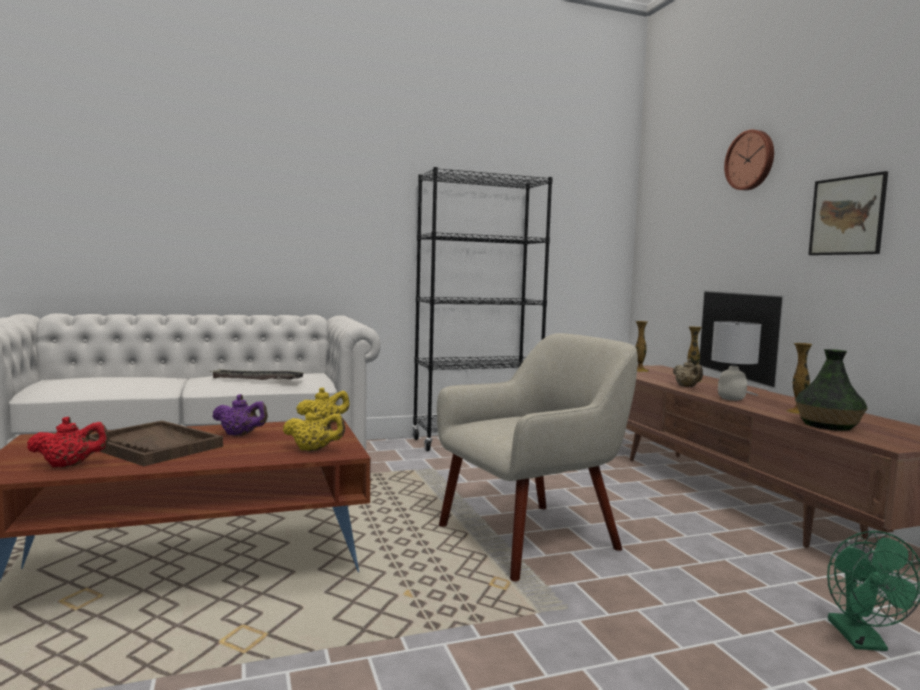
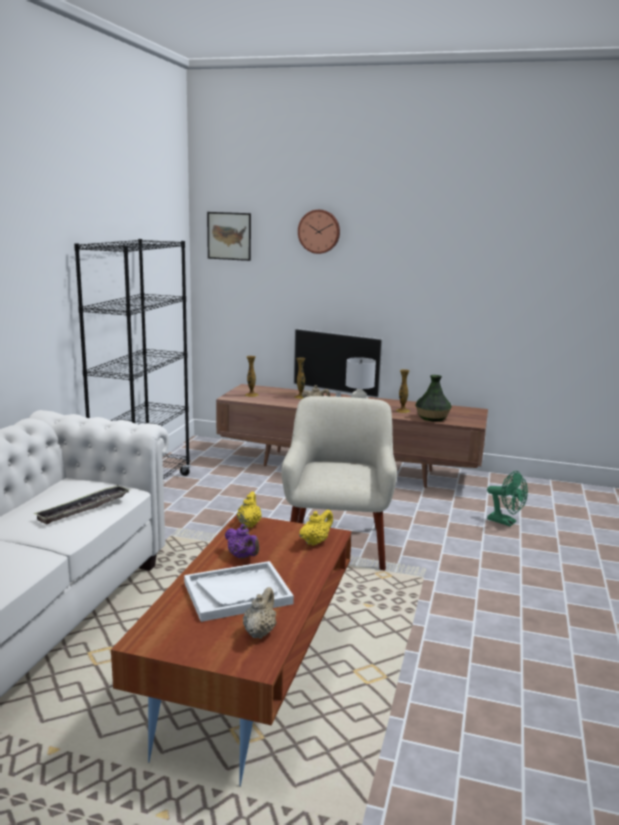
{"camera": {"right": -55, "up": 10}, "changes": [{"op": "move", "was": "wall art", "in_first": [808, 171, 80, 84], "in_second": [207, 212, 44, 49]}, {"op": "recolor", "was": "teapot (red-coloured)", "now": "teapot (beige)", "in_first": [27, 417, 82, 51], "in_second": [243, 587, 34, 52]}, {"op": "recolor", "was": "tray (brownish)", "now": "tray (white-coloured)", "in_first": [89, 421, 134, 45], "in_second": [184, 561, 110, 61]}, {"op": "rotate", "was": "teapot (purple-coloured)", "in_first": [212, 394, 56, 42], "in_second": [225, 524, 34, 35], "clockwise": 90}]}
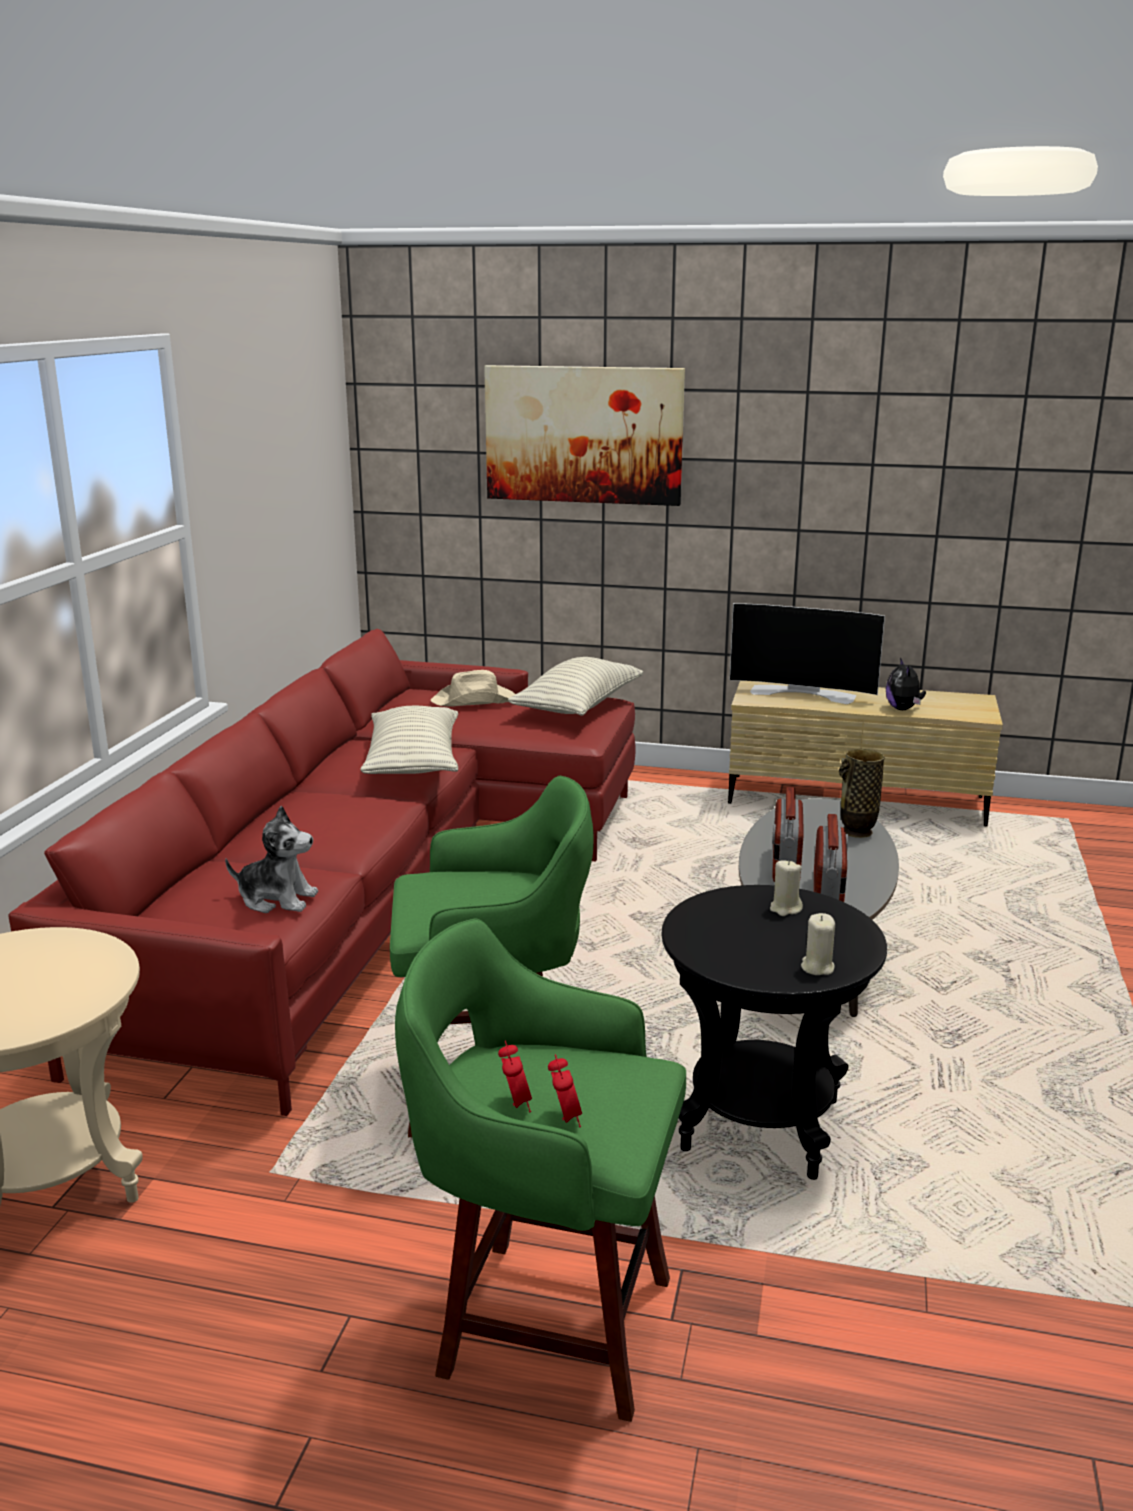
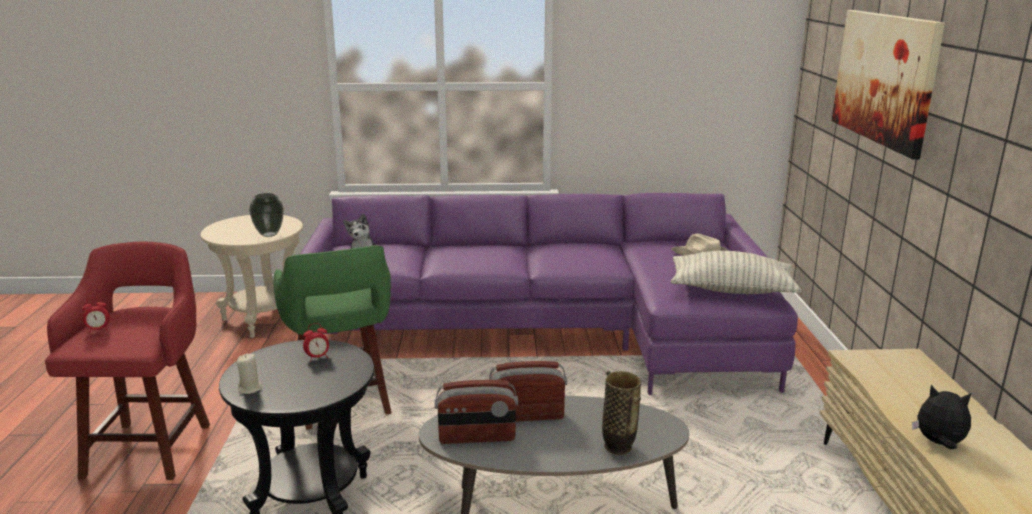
{"camera": {"right": 75, "up": 0}, "changes": [{"op": "delete", "was": "cushion", "in_first": [360, 706, 98, 68]}, {"op": "delete", "was": "television", "in_first": [729, 603, 156, 101]}, {"op": "delete", "was": "candle (beige)", "in_first": [770, 860, 33, 56]}, {"op": "insert", "now": "flower vase", "in_second": [249, 193, 35, 44]}, {"op": "move", "was": "bedside clock", "in_first": [498, 1041, 34, 71], "in_second": [303, 323, 26, 39]}, {"op": "recolor", "was": "settee (red-coloured)", "now": "settee (purple-coloured)", "in_first": [8, 629, 628, 487], "in_second": [300, 193, 498, 202]}, {"op": "recolor", "was": "sitting stool (green)", "now": "sitting stool (red-coloured)", "in_first": [395, 918, 291, 504], "in_second": [45, 242, 165, 238]}, {"op": "rotate", "was": "cuddly toy", "in_first": [886, 658, 40, 52], "in_second": [912, 385, 59, 64], "clockwise": 45}]}
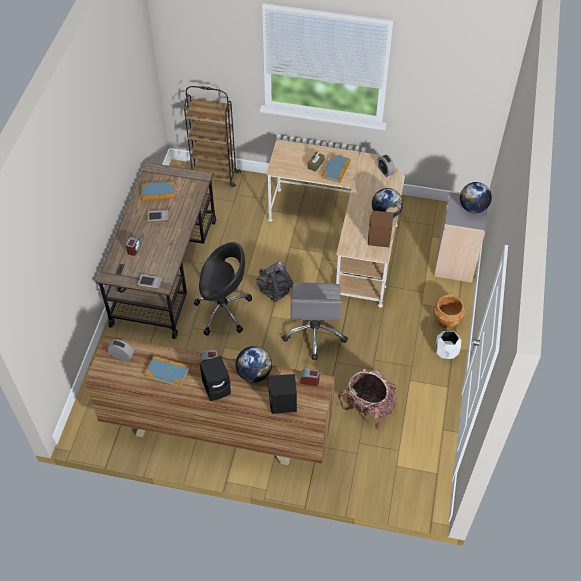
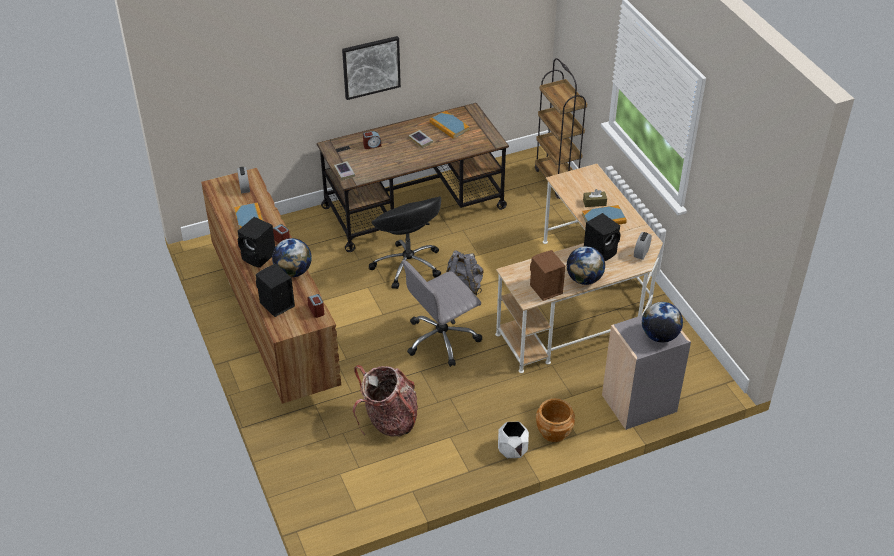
{"camera": {"right": 55, "up": -10}, "changes": [{"op": "insert", "now": "wall art", "in_second": [342, 36, 59, 64]}, {"op": "insert", "now": "audio speaker (black-coloured)", "in_second": [584, 213, 37, 48]}]}
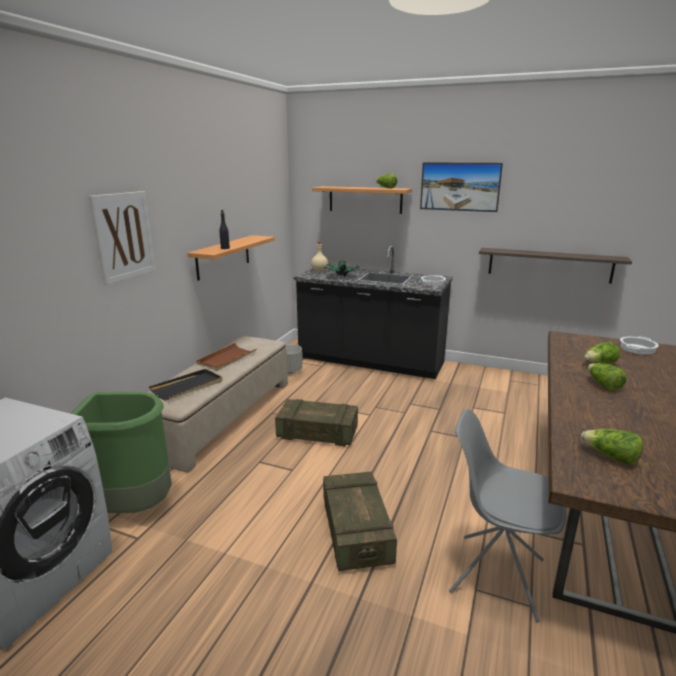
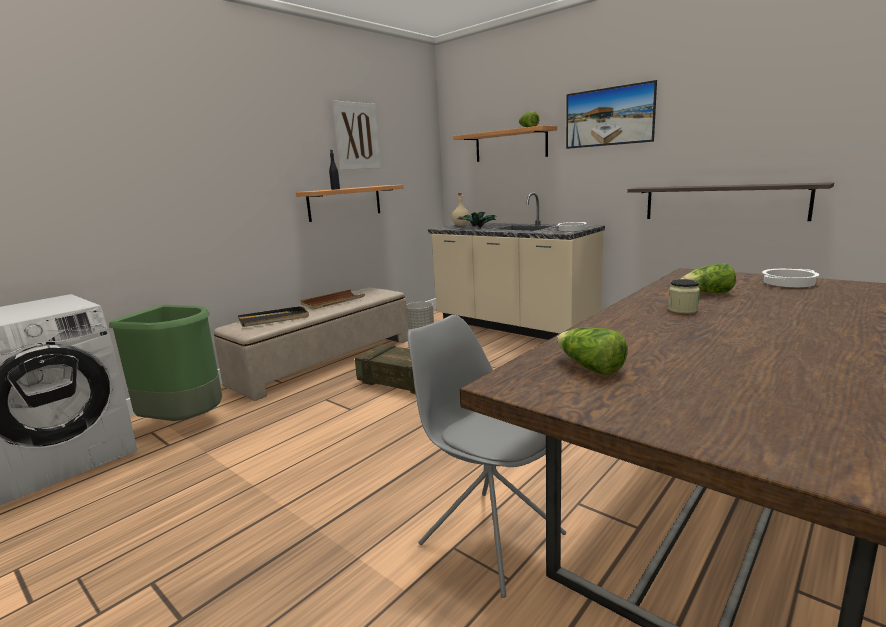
{"camera": {"right": 20, "up": -5}, "changes": [{"op": "delete", "was": "shipping crate", "in_first": [323, 471, 74, 100]}, {"op": "move", "was": "wall art", "in_first": [89, 191, 67, 94], "in_second": [332, 101, 49, 69]}, {"op": "replace", "was": "lettuce", "now": "storage jar", "in_first": [588, 363, 39, 28], "in_second": [668, 279, 32, 35]}, {"op": "recolor", "was": "kitchen counter (black-coloured)", "now": "kitchen counter (beige)", "in_first": [294, 246, 158, 133], "in_second": [428, 193, 177, 147]}]}
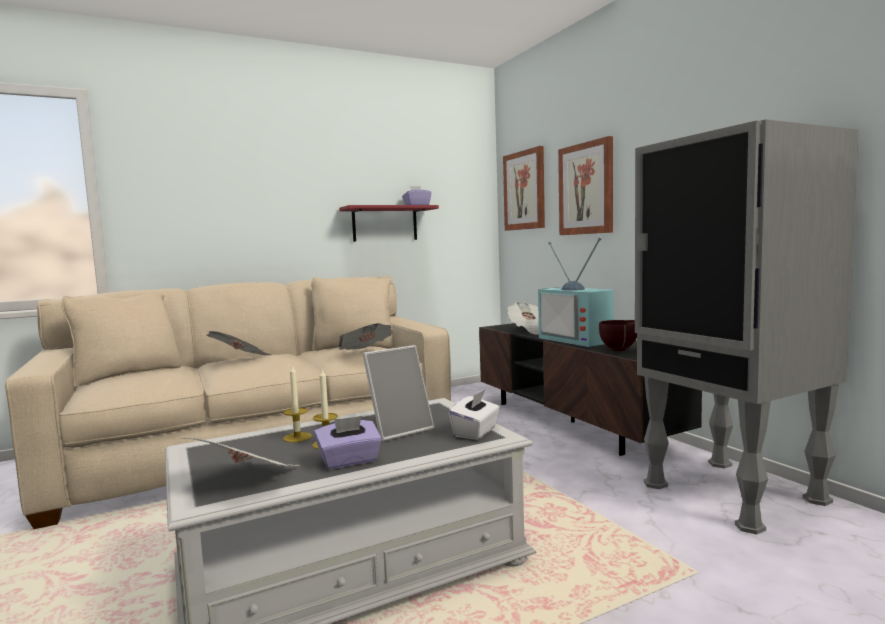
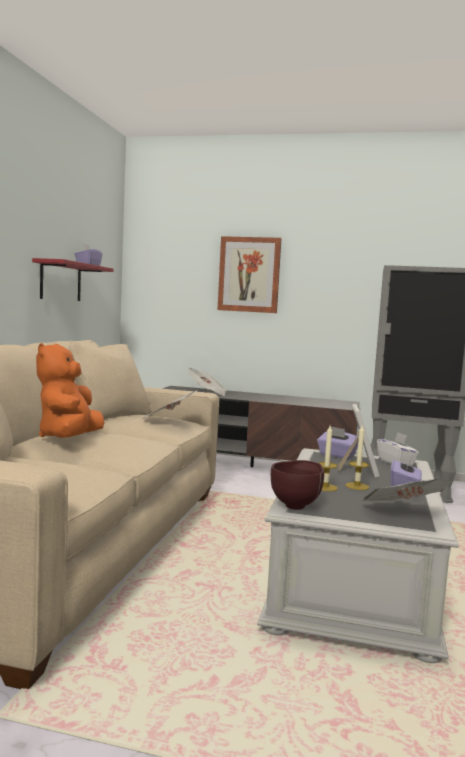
{"camera": {"right": -50, "up": 0}, "changes": [{"op": "delete", "was": "wall art", "in_first": [503, 146, 42, 85]}, {"op": "delete", "was": "television", "in_first": [538, 237, 76, 110]}, {"op": "insert", "now": "tissue holder (purple-coloured)", "in_second": [317, 427, 41, 32]}, {"op": "move", "was": "bowl (brownish)", "in_first": [599, 320, 38, 31], "in_second": [271, 460, 53, 50]}, {"op": "replace", "was": "newspaper", "now": "cuddly toy (orange-coloured)", "in_first": [207, 331, 65, 24], "in_second": [36, 343, 69, 95]}]}
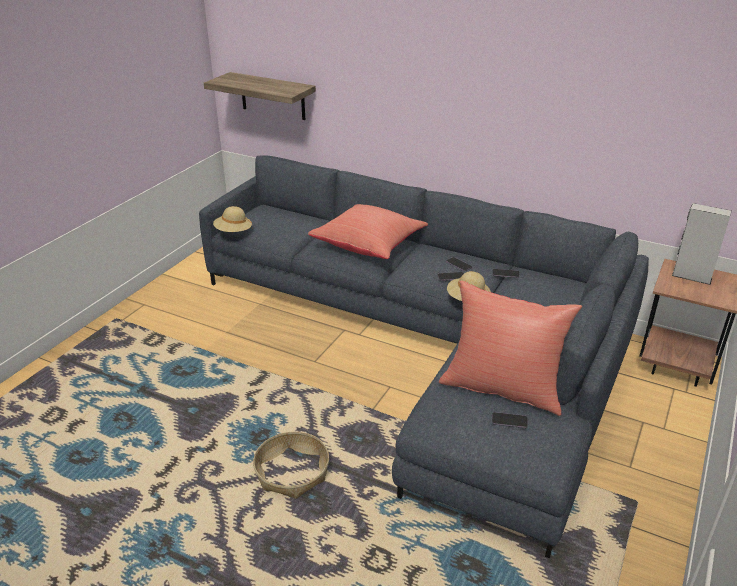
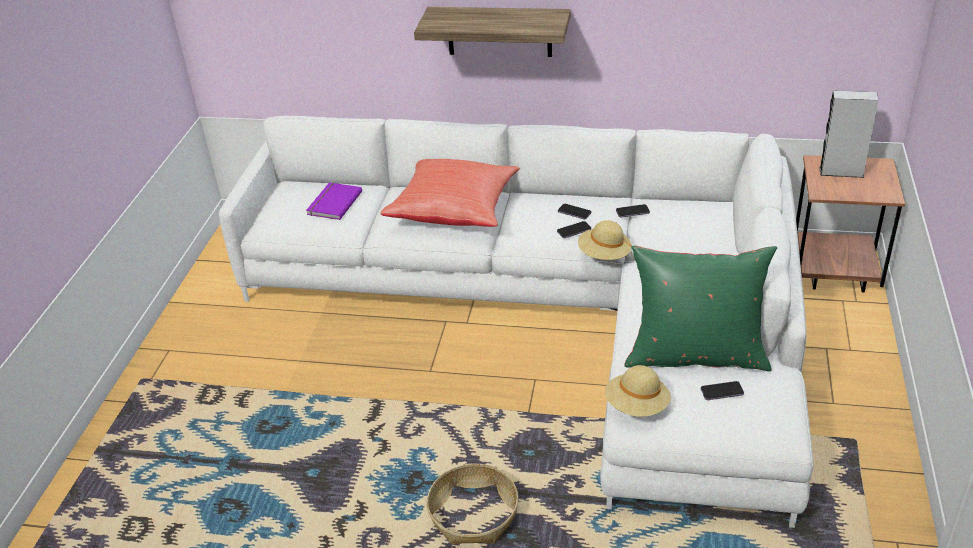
{"camera": {"right": -15, "up": 5}, "changes": [{"op": "insert", "now": "bound book (purple-coloured)", "in_second": [306, 183, 56, 37]}, {"op": "move", "was": "bracket shelf", "in_first": [204, 72, 112, 48], "in_second": [414, 7, 157, 50]}, {"op": "move", "was": "clothing hat (beige)", "in_first": [213, 206, 40, 26], "in_second": [604, 365, 67, 52]}, {"op": "recolor", "was": "settee (blue)", "now": "settee (white-coloured)", "in_first": [199, 155, 450, 404], "in_second": [219, 116, 595, 412]}, {"op": "recolor", "was": "cushion (red-coloured)", "now": "cushion (green)", "in_first": [439, 280, 143, 136], "in_second": [624, 245, 153, 127]}]}
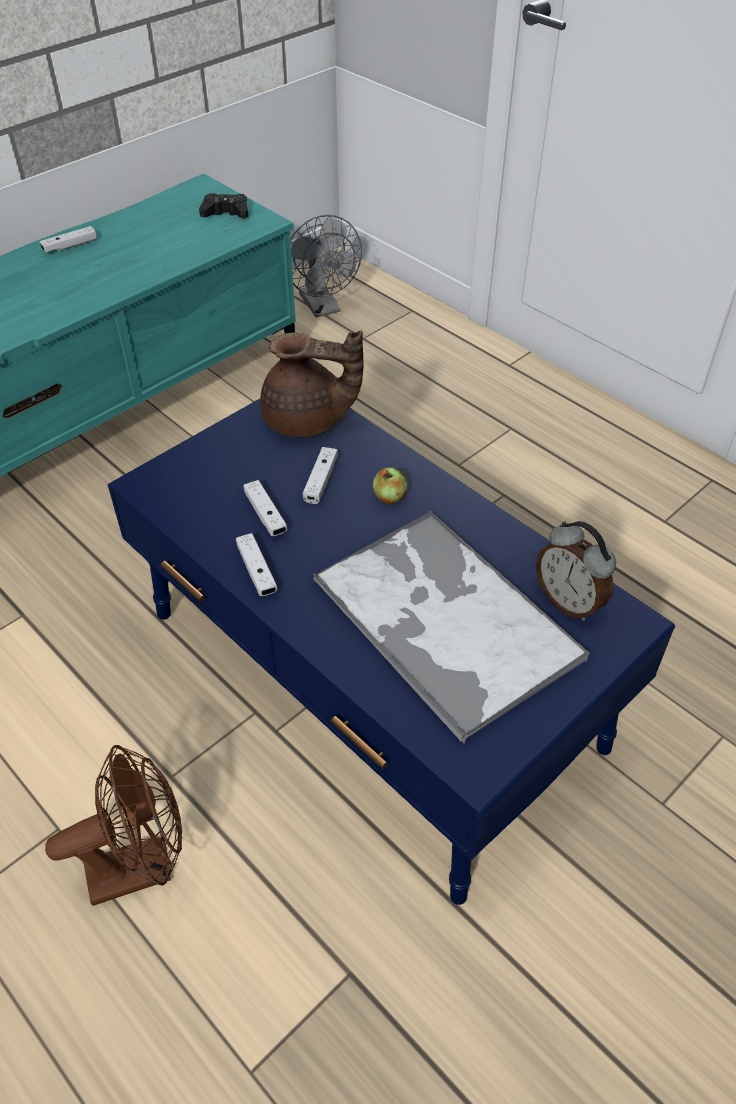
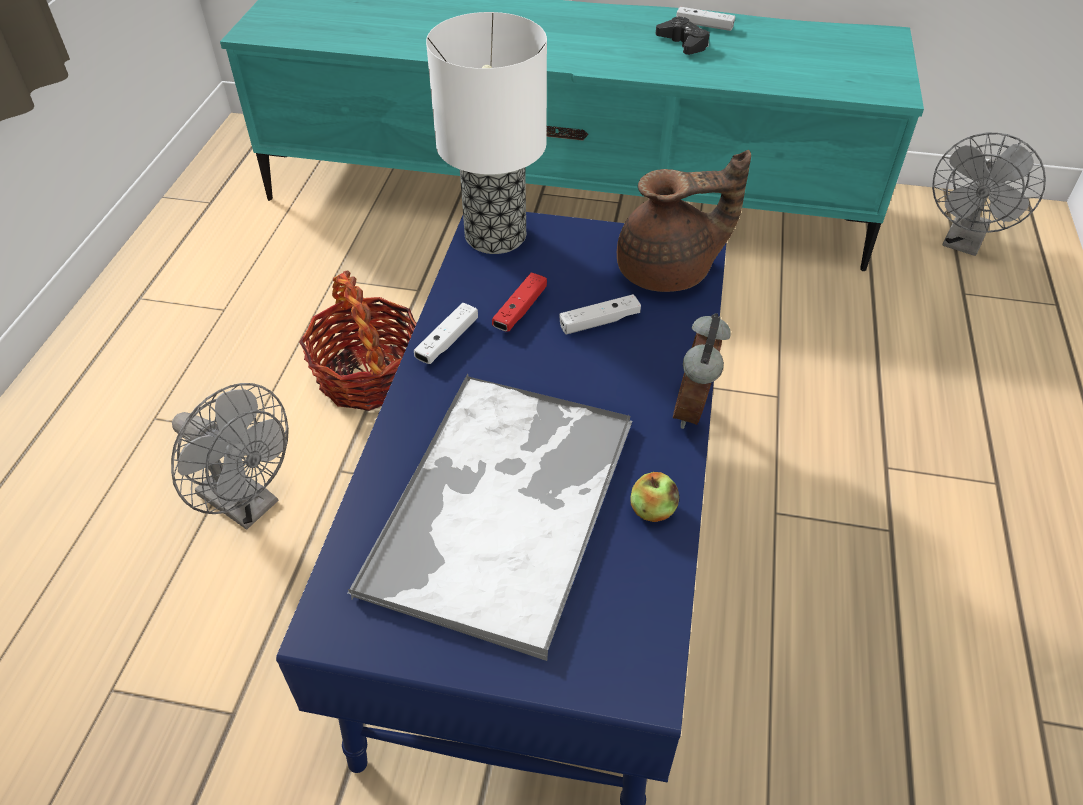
{"camera": {"right": 55, "up": 0}, "changes": [{"op": "insert", "now": "storage basket", "in_second": [299, 271, 118, 140]}, {"op": "insert", "now": "tabletop lamp", "in_second": [426, 12, 121, 242]}, {"op": "move", "was": "gamepad (black-coloured)", "in_first": [199, 193, 49, 25], "in_second": [656, 17, 54, 38]}, {"op": "move", "was": "apple fruit", "in_first": [373, 468, 34, 36], "in_second": [630, 472, 49, 50]}, {"op": "move", "was": "bedside clock", "in_first": [536, 521, 80, 100], "in_second": [673, 313, 58, 116]}, {"op": "recolor", "was": "electric fan (brownish)", "now": "electric fan (gray)", "in_first": [45, 745, 137, 161], "in_second": [171, 383, 118, 146]}, {"op": "recolor", "was": "gamepad (white-coloured)", "now": "gamepad (red-coloured)", "in_first": [243, 480, 45, 56], "in_second": [492, 273, 55, 59]}, {"op": "rotate", "was": "teapot (brownish)", "in_first": [260, 330, 103, 107], "in_second": [617, 150, 134, 142], "clockwise": -75}]}
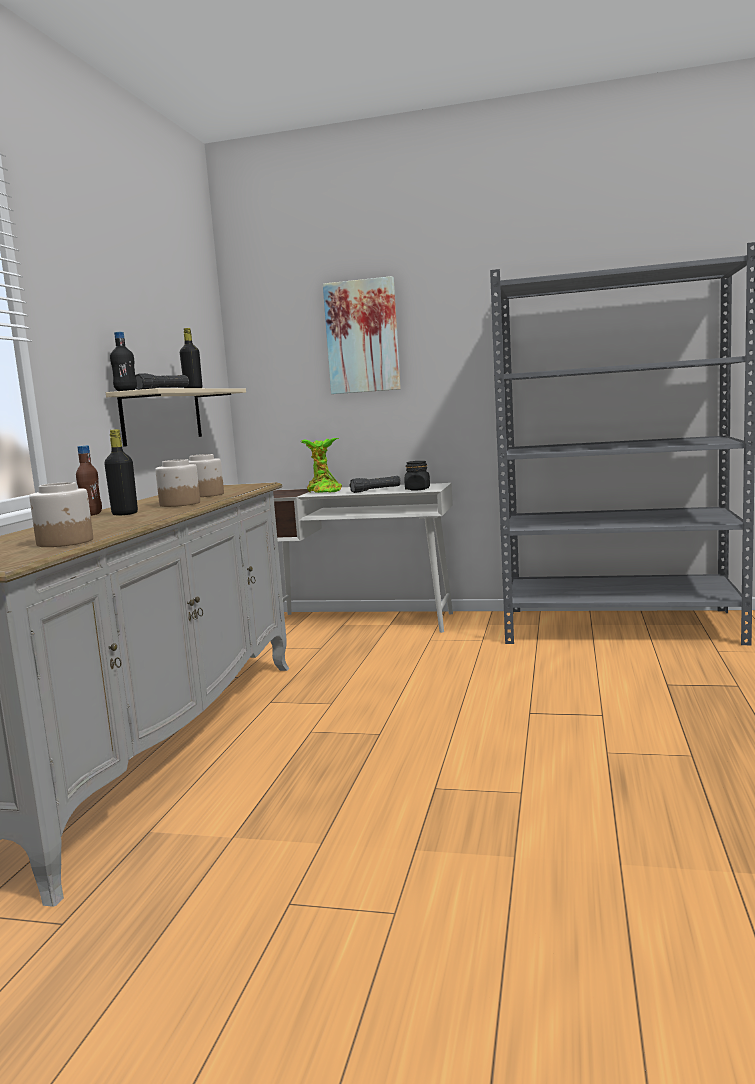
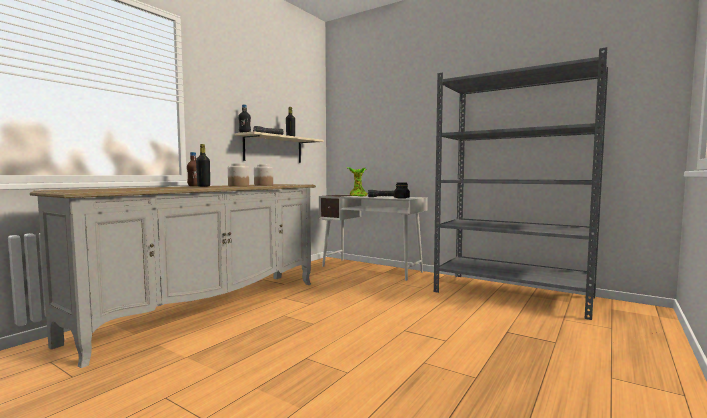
{"camera": {"right": 20, "up": -5}, "changes": [{"op": "delete", "was": "storage jar", "in_first": [29, 482, 64, 65]}, {"op": "delete", "was": "wall art", "in_first": [323, 276, 78, 118]}]}
